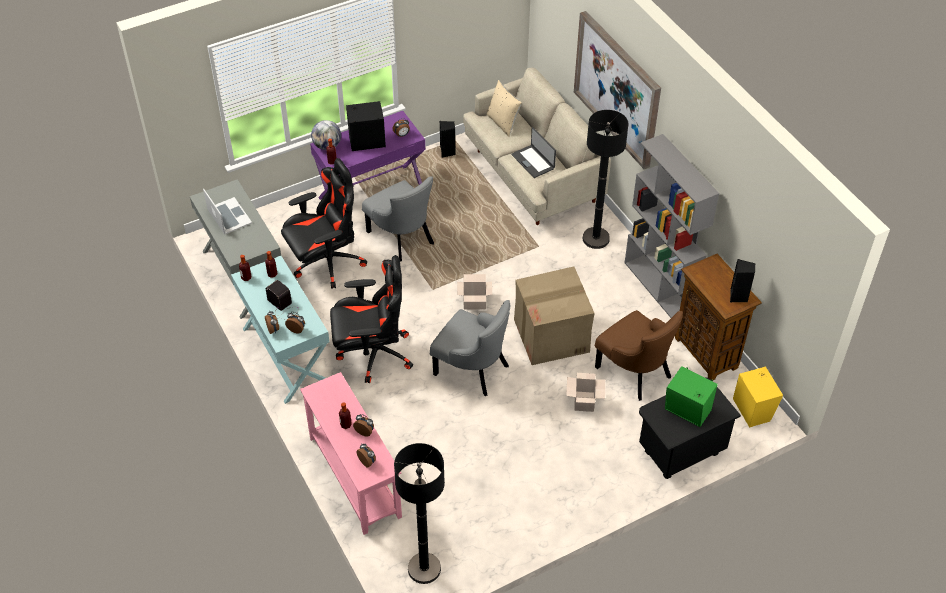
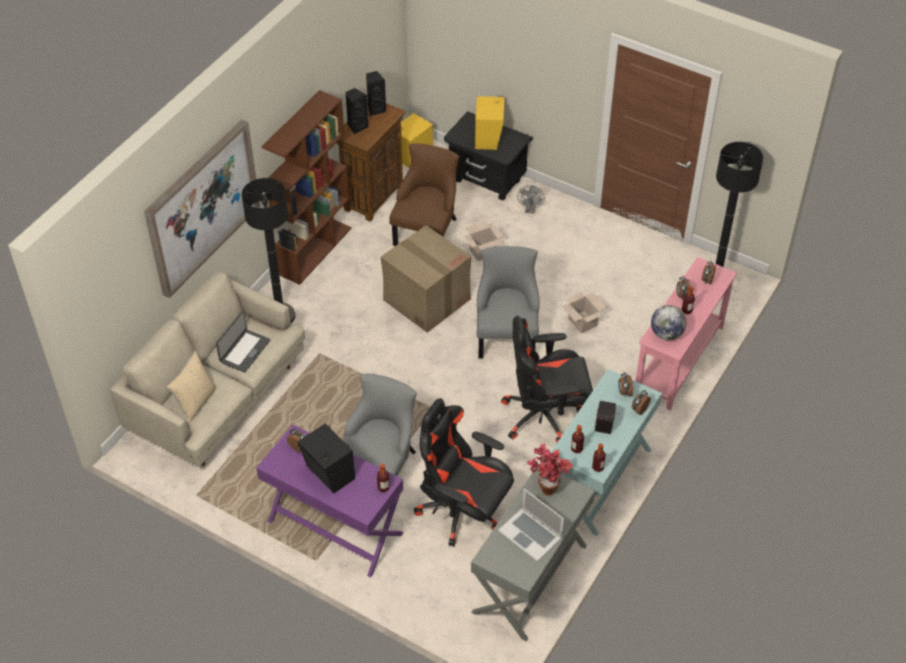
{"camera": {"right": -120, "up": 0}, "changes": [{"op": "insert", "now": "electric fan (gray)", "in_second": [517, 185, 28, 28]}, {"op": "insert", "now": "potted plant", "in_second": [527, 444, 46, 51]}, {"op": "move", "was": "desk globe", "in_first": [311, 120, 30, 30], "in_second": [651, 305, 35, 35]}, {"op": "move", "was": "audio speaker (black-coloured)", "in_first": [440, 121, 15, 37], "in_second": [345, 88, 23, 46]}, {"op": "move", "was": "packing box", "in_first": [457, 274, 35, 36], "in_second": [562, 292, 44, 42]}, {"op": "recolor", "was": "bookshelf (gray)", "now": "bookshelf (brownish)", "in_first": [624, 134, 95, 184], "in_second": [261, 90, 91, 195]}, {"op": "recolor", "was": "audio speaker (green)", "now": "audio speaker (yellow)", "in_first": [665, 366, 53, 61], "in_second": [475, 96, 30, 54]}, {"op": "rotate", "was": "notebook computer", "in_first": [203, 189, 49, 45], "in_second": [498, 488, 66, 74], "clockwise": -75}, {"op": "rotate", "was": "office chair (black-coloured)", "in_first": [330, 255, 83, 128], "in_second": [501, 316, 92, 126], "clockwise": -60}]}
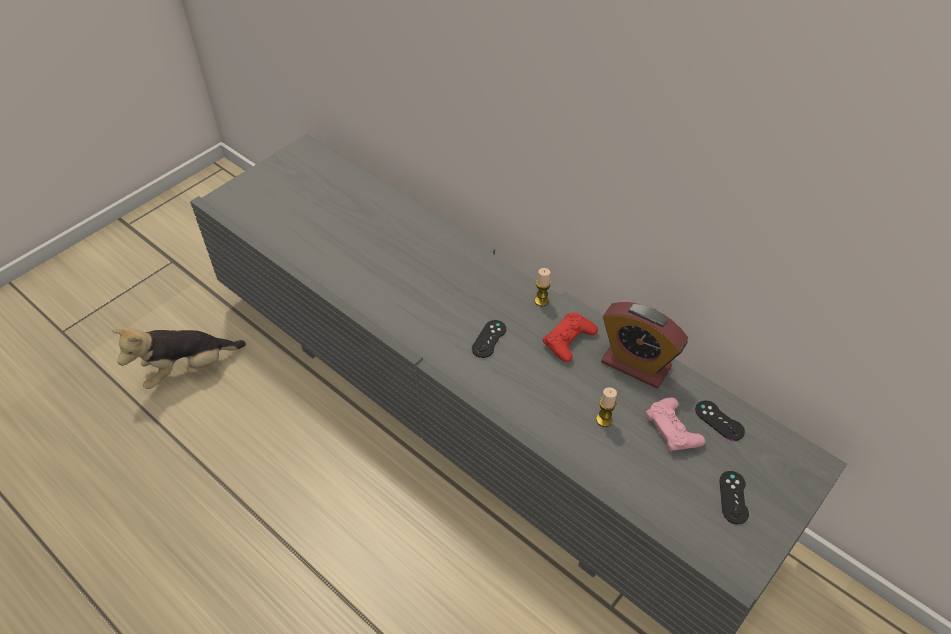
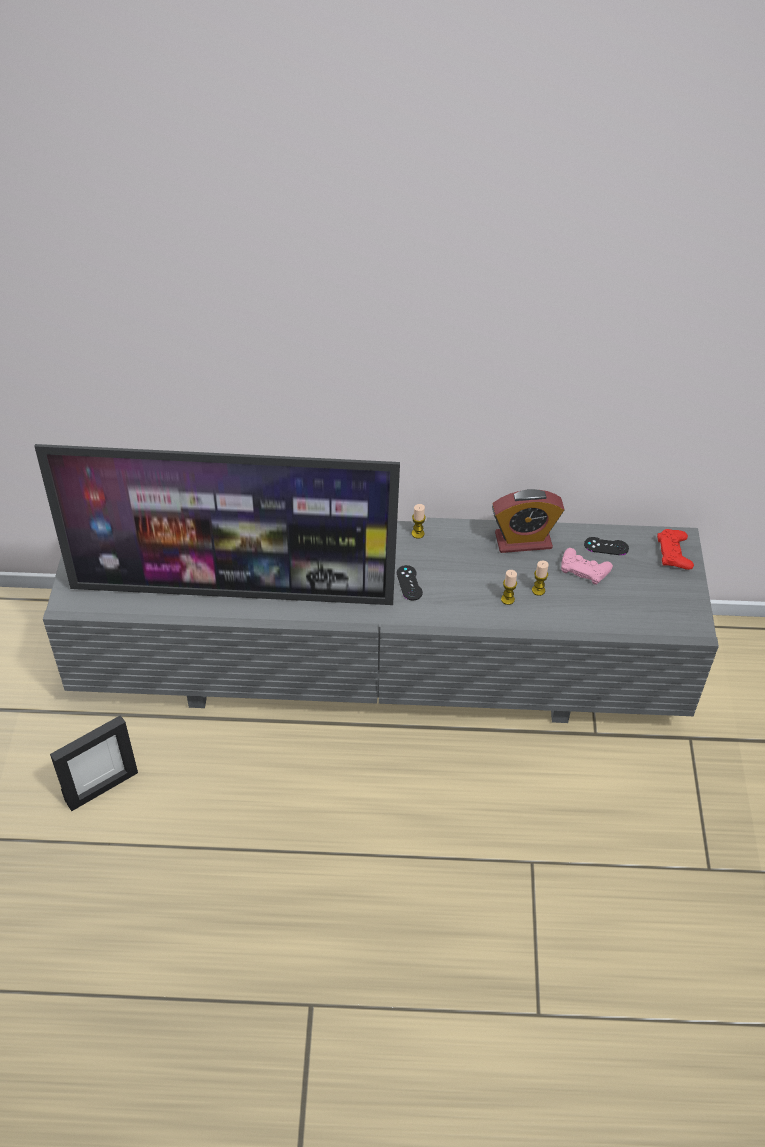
{"camera": {"right": -40, "up": 0}, "changes": [{"op": "delete", "was": "gamepad (black-coloured)", "in_first": [719, 471, 30, 53]}, {"op": "insert", "now": "television", "in_second": [34, 444, 366, 161]}, {"op": "insert", "now": "candle", "in_second": [501, 570, 16, 35]}, {"op": "move", "was": "gamepad (red-coloured)", "in_first": [542, 313, 56, 49], "in_second": [657, 529, 37, 41]}, {"op": "replace", "was": "cuddly toy", "now": "picture frame", "in_first": [112, 329, 134, 60], "in_second": [50, 715, 88, 96]}]}
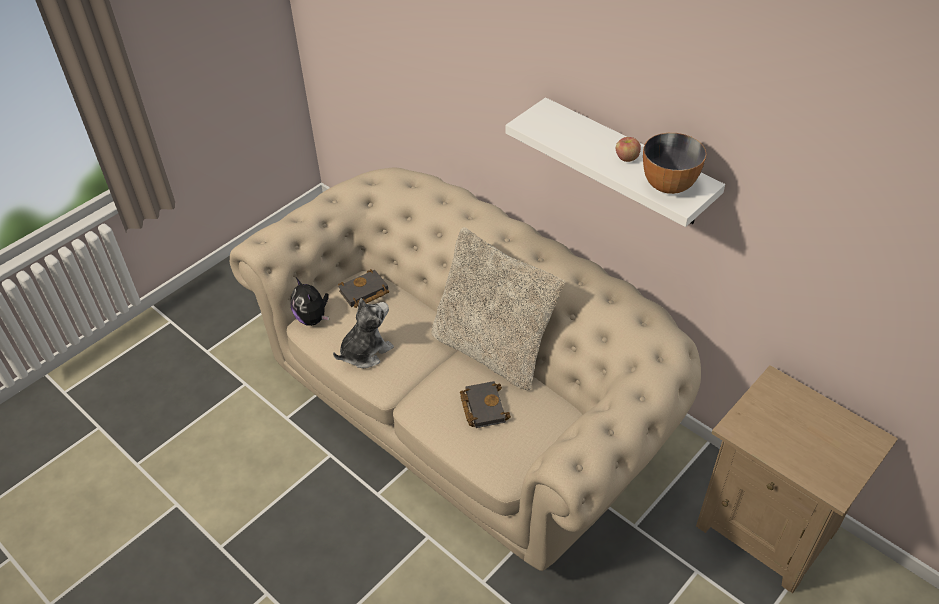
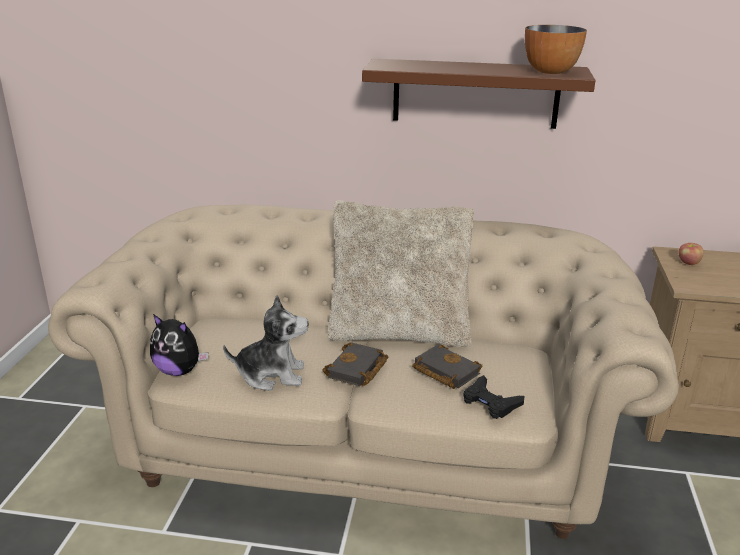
{"camera": {"right": -35, "up": -20}, "changes": [{"op": "insert", "now": "gamepad (black-coloured)", "in_second": [463, 375, 61, 44]}, {"op": "move", "was": "bound book (black-coloured)", "in_first": [338, 269, 51, 39], "in_second": [323, 342, 65, 44]}, {"op": "move", "was": "apple fruit", "in_first": [616, 137, 25, 25], "in_second": [679, 243, 25, 22]}, {"op": "recolor", "was": "bracket shelf (white-coloured)", "now": "bracket shelf (brownish)", "in_first": [505, 97, 220, 130], "in_second": [362, 59, 234, 70]}, {"op": "rotate", "was": "cuddly toy", "in_first": [333, 298, 61, 70], "in_second": [223, 295, 85, 96], "clockwise": 75}]}
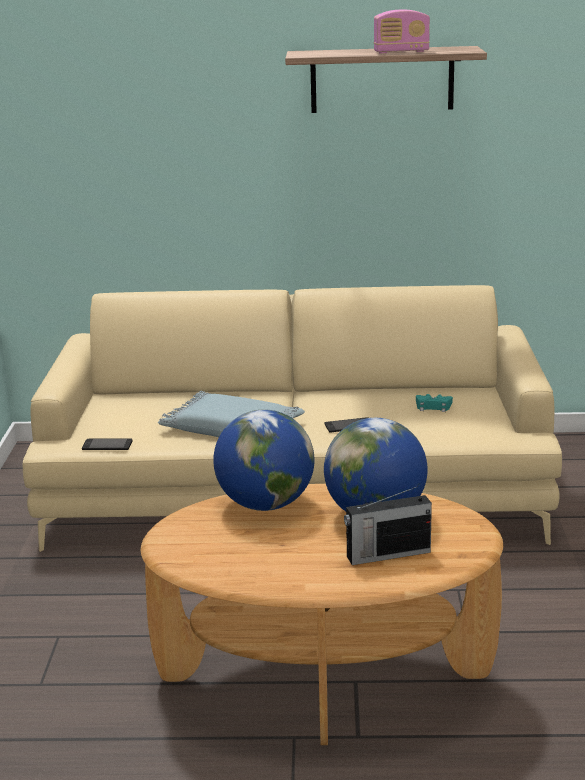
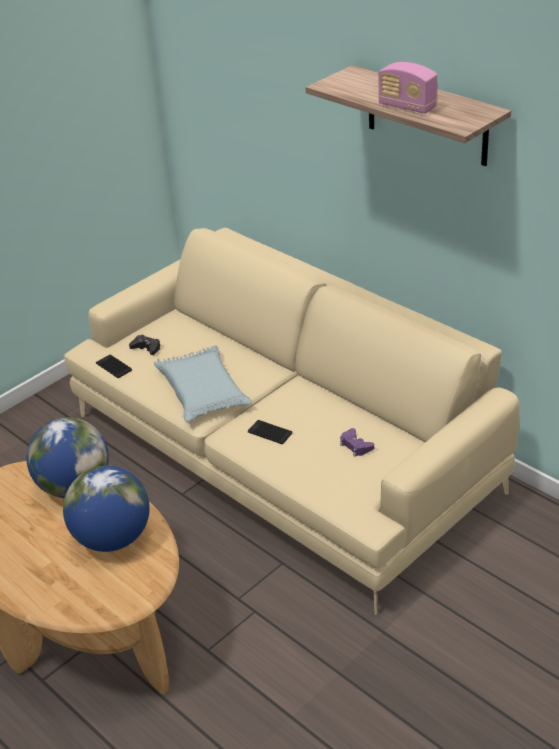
{"camera": {"right": 45, "up": 15}, "changes": [{"op": "delete", "was": "radio", "in_first": [344, 486, 88, 79]}, {"op": "insert", "now": "gamepad (black-coloured)", "in_second": [129, 335, 31, 20]}, {"op": "recolor", "was": "gamepad (turquoise)", "now": "gamepad (purple-coloured)", "in_first": [416, 394, 37, 18], "in_second": [340, 428, 34, 29]}]}
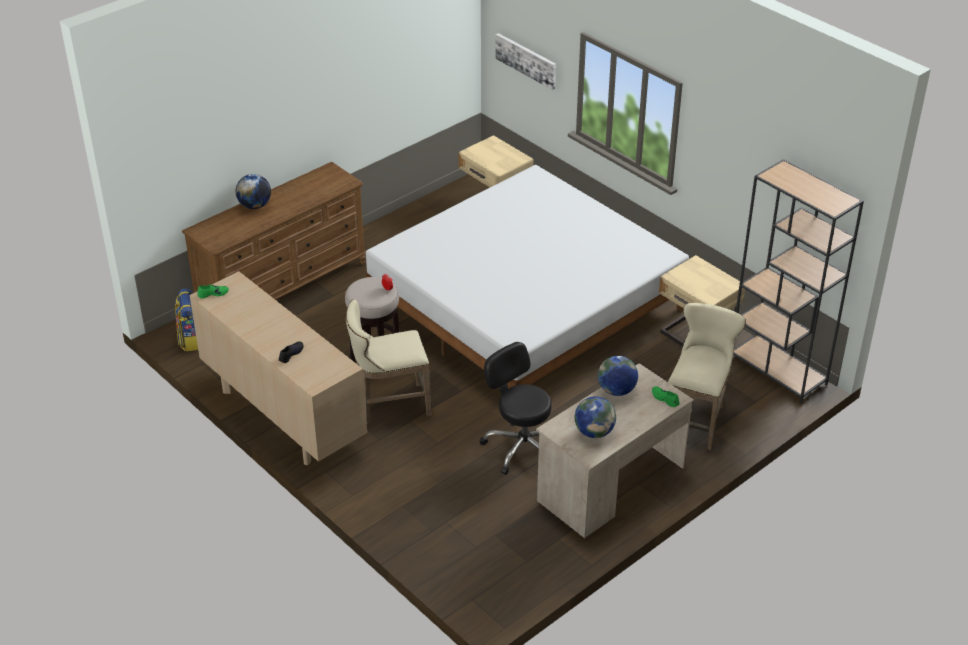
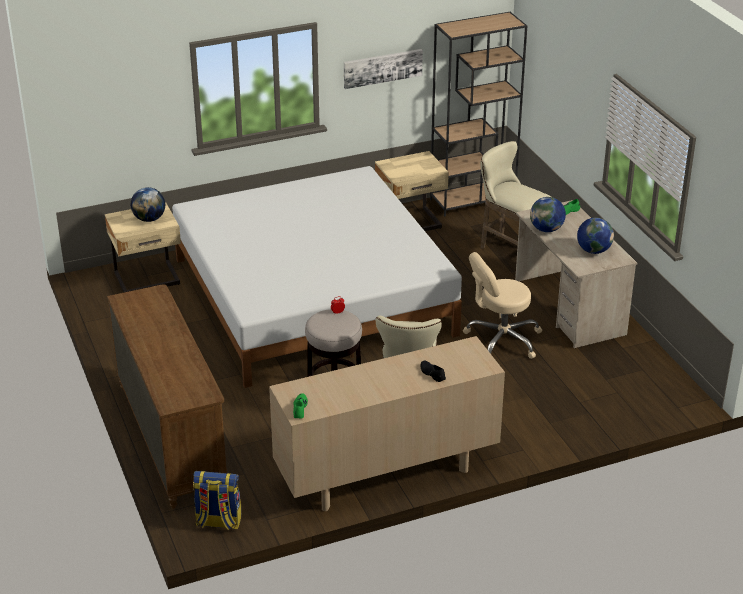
{"camera": {"right": -70, "up": -5}, "changes": [{"op": "move", "was": "desk globe", "in_first": [236, 174, 35, 35], "in_second": [131, 187, 34, 35]}, {"op": "move", "was": "wall art", "in_first": [496, 33, 60, 57], "in_second": [344, 49, 79, 40]}, {"op": "recolor", "was": "office chair (black-coloured)", "now": "office chair (beige)", "in_first": [479, 342, 73, 133], "in_second": [463, 252, 79, 107]}]}
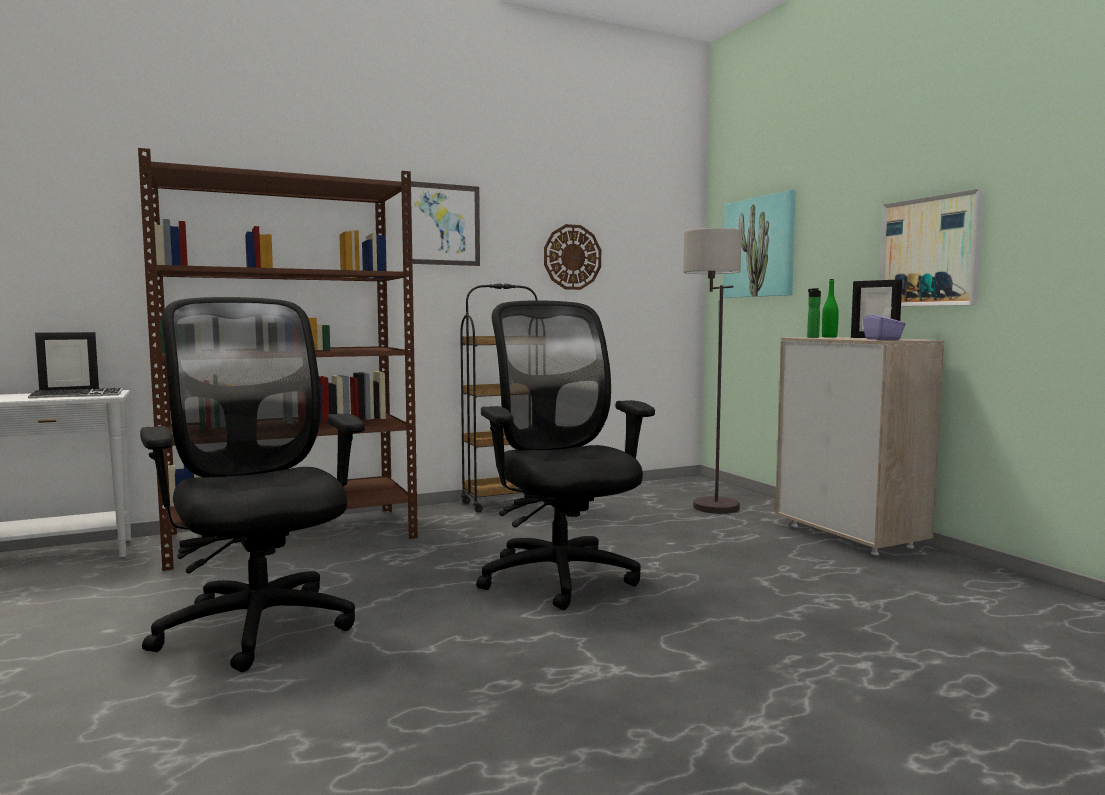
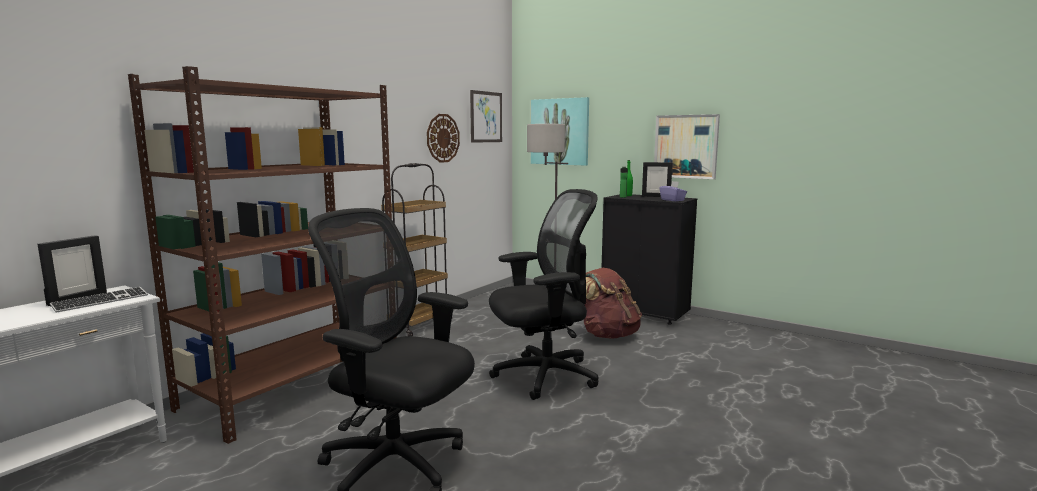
{"camera": {"right": -30, "up": 5}, "changes": [{"op": "insert", "now": "knapsack (brownish)", "in_second": [584, 268, 58, 71]}, {"op": "move", "was": "wall art", "in_first": [402, 181, 78, 85], "in_second": [470, 90, 32, 53]}, {"op": "recolor", "was": "cupboard (beige)", "now": "cupboard (black-coloured)", "in_first": [775, 337, 169, 218], "in_second": [602, 194, 95, 131]}, {"op": "rotate", "was": "office chair (black-coloured)", "in_first": [476, 300, 179, 310], "in_second": [489, 189, 109, 211], "clockwise": 120}]}
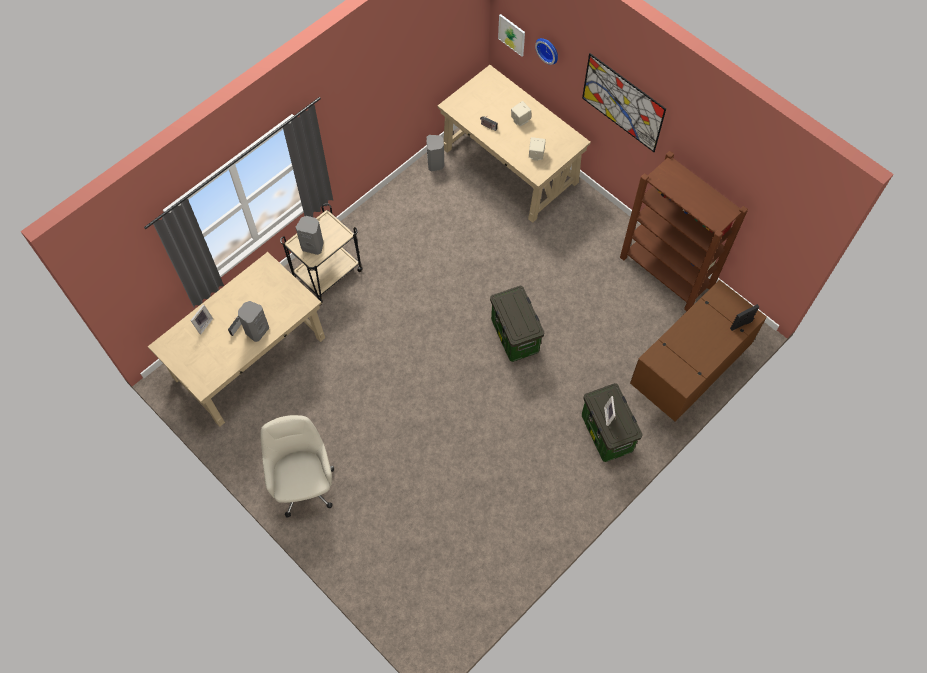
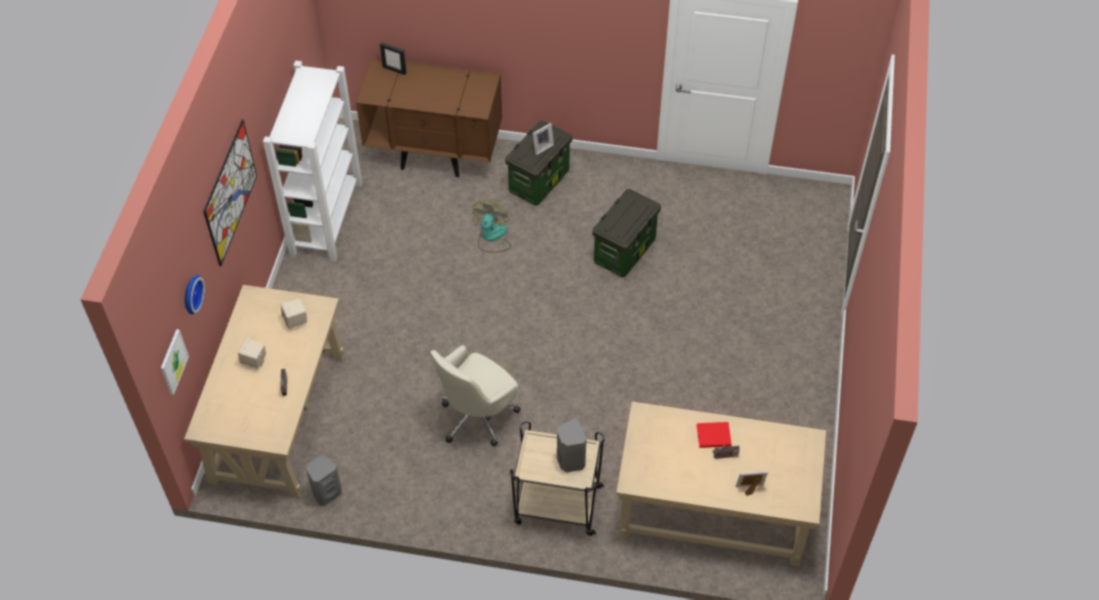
{"camera": {"right": -125, "up": -10}, "changes": [{"op": "insert", "now": "electric fan", "in_second": [472, 201, 39, 52]}, {"op": "move", "was": "office chair (beige)", "in_first": [260, 415, 74, 103], "in_second": [430, 345, 91, 101]}, {"op": "move", "was": "storage container", "in_first": [490, 286, 54, 76], "in_second": [592, 189, 69, 88]}, {"op": "replace", "was": "audio speaker (gray)", "now": "bound book (red-coloured)", "in_first": [238, 301, 31, 41], "in_second": [697, 422, 35, 26]}, {"op": "recolor", "was": "bookshelf (brownish)", "now": "bookshelf (white-coloured)", "in_first": [620, 151, 128, 160], "in_second": [263, 61, 99, 200]}]}
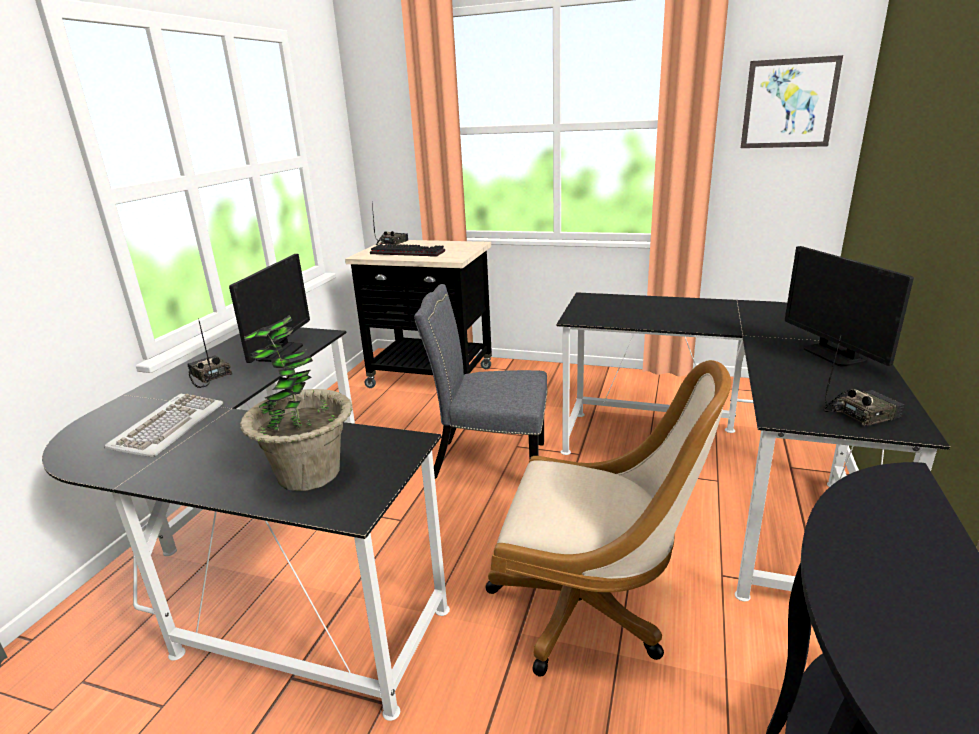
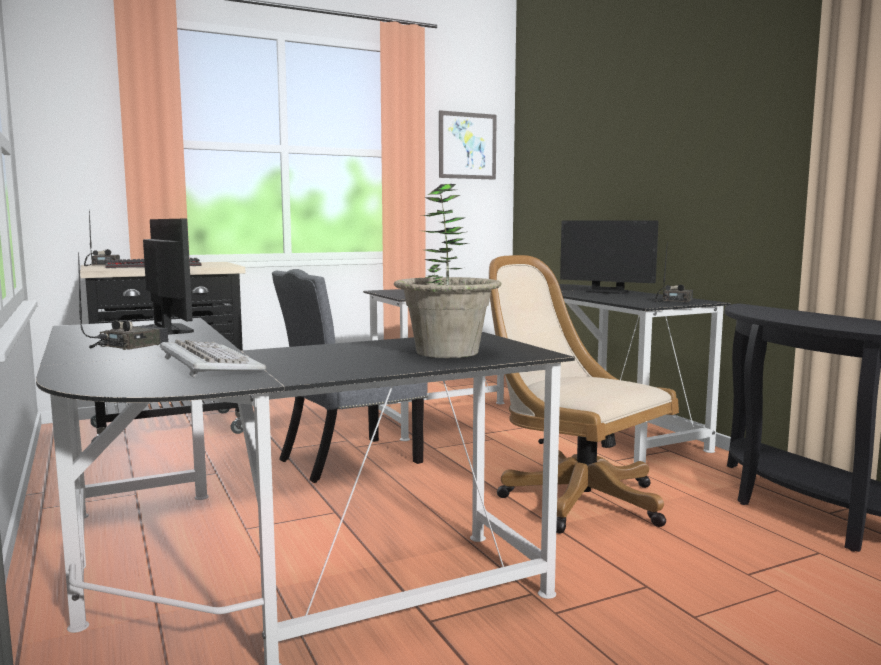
{"camera": {"right": -45, "up": -15}, "changes": [{"op": "rotate", "was": "radio", "in_first": [188, 318, 44, 70], "in_second": [78, 253, 90, 97], "clockwise": 120}, {"op": "rotate", "was": "office chair", "in_first": [486, 360, 245, 317], "in_second": [489, 255, 190, 278], "clockwise": -105}]}
